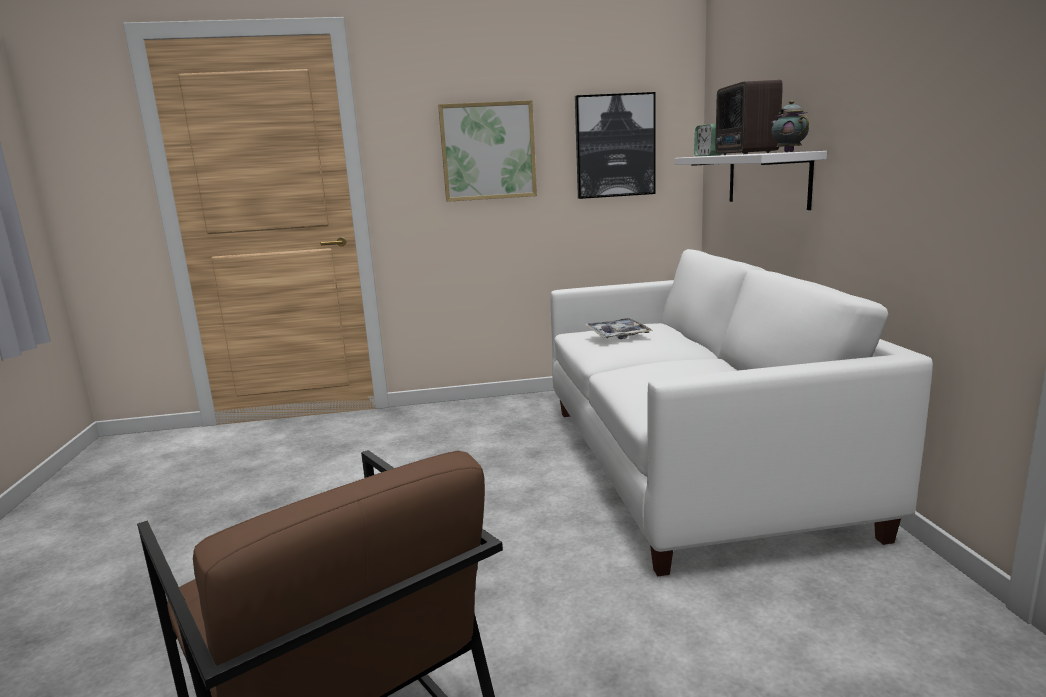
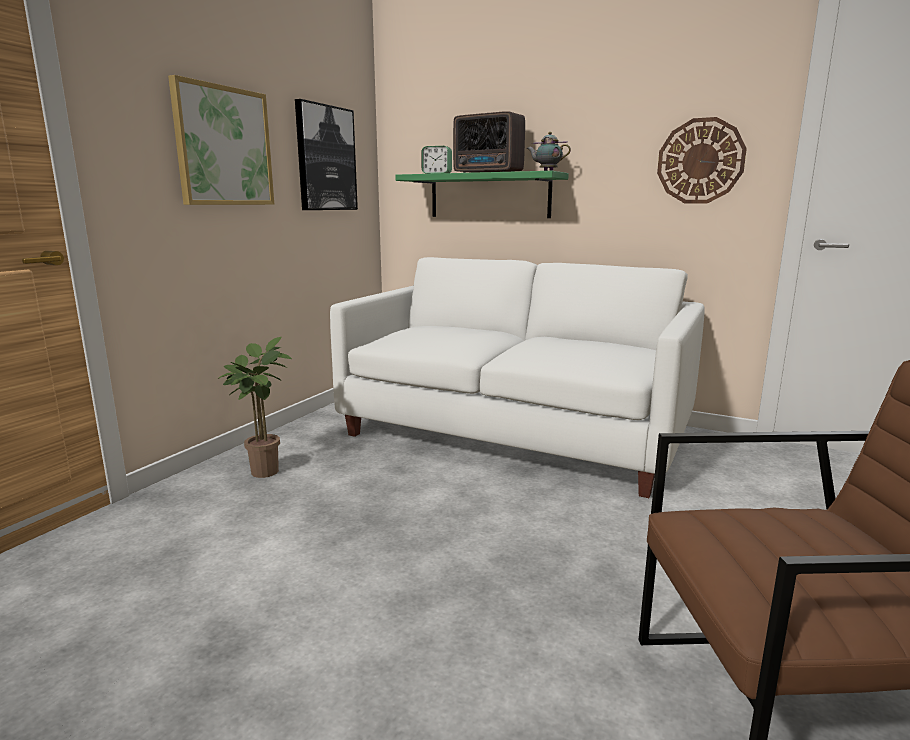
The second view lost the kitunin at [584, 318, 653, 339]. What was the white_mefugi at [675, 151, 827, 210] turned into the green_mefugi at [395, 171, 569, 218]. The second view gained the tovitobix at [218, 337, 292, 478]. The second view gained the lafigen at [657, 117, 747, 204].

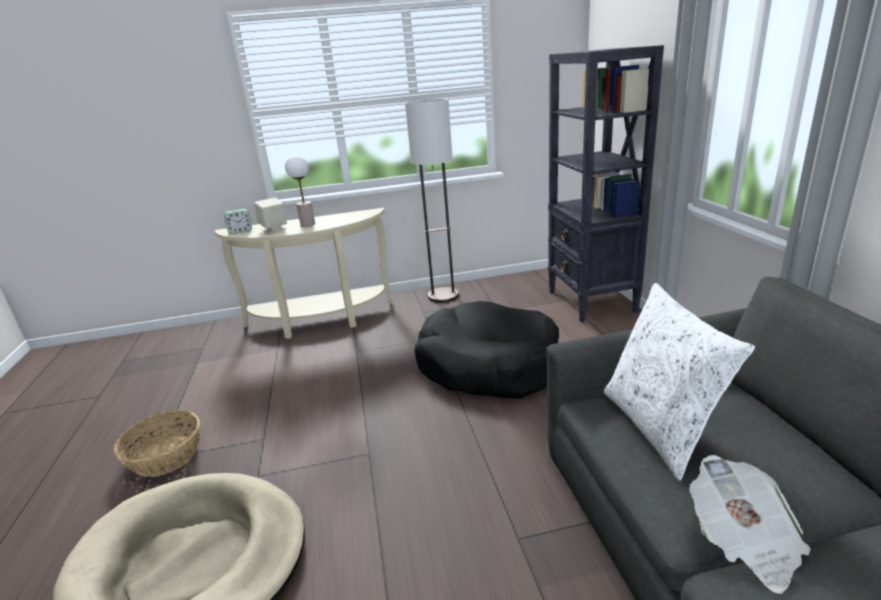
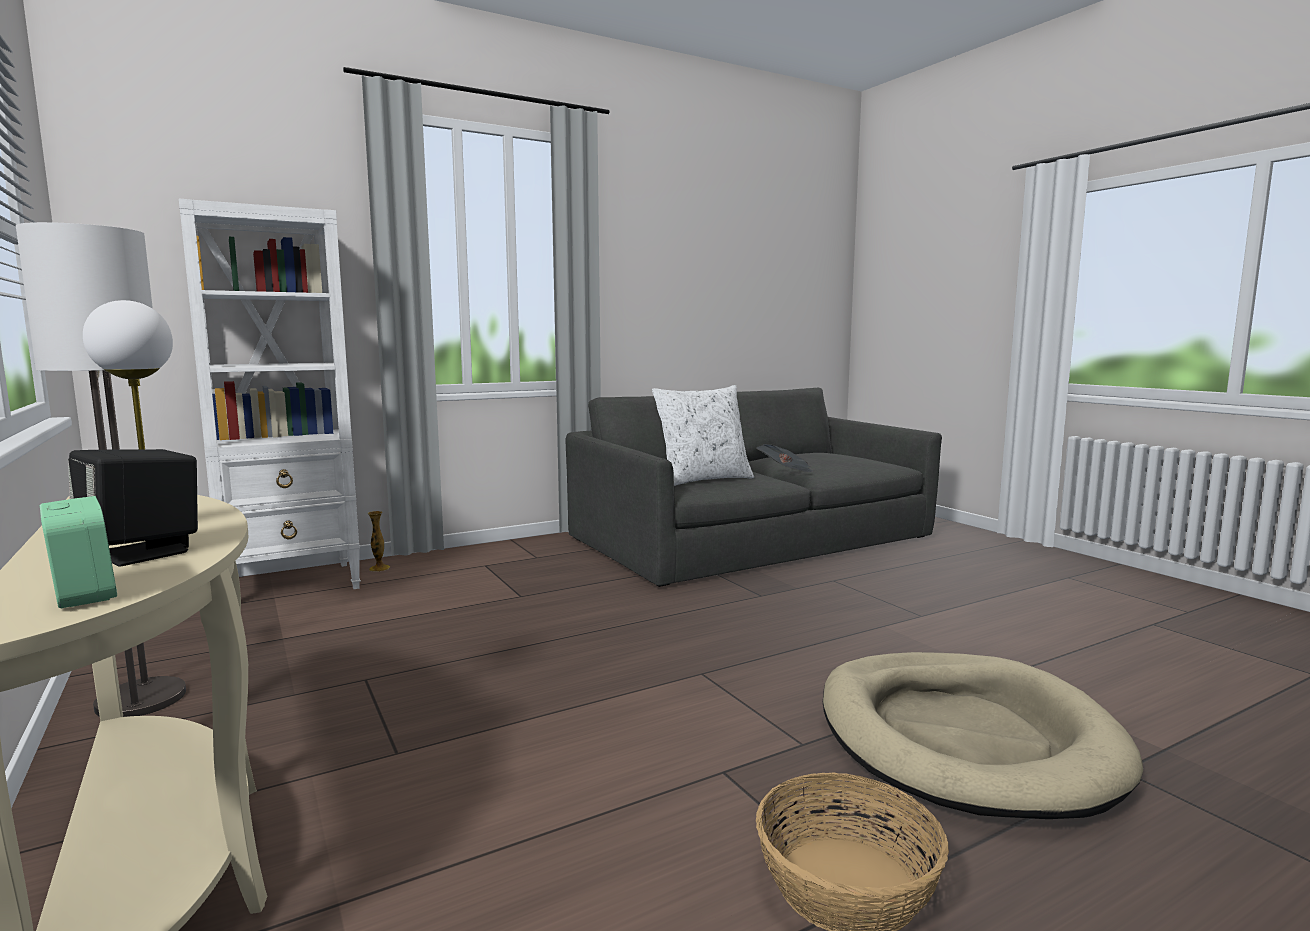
What was the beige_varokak at [254, 198, 287, 233] turned into the black_varokak at [68, 449, 198, 567]. The second view lost the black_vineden at [414, 301, 559, 399]. What was the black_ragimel at [548, 45, 664, 322] turned into the white_ragimel at [179, 199, 361, 589]. The second view gained the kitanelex at [368, 511, 390, 572].

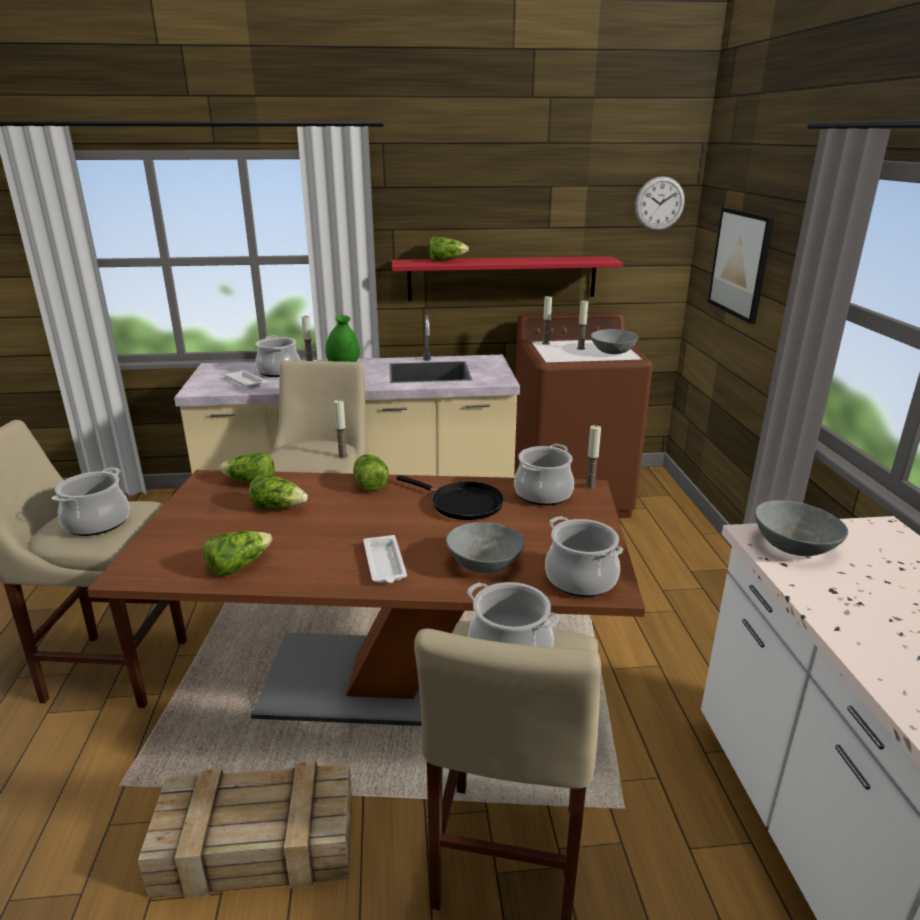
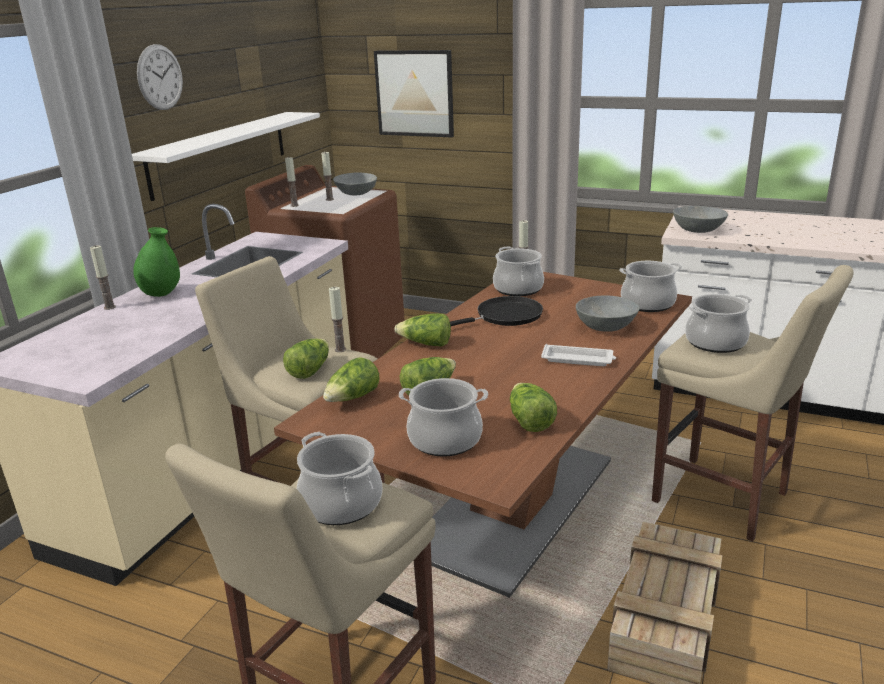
The second view lost the white_kitunin at [225, 370, 268, 389]. The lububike ended up elsewhere, having gone from [255, 335, 301, 377] to [399, 378, 488, 457]. What was the red_mefugi at [392, 256, 623, 301] turned into the white_mefugi at [132, 112, 320, 201]. The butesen ended up elsewhere, having gone from [428, 237, 469, 261] to [283, 339, 329, 379]. The lafigen ended up elsewhere, having gone from [635, 176, 685, 231] to [137, 44, 183, 110].

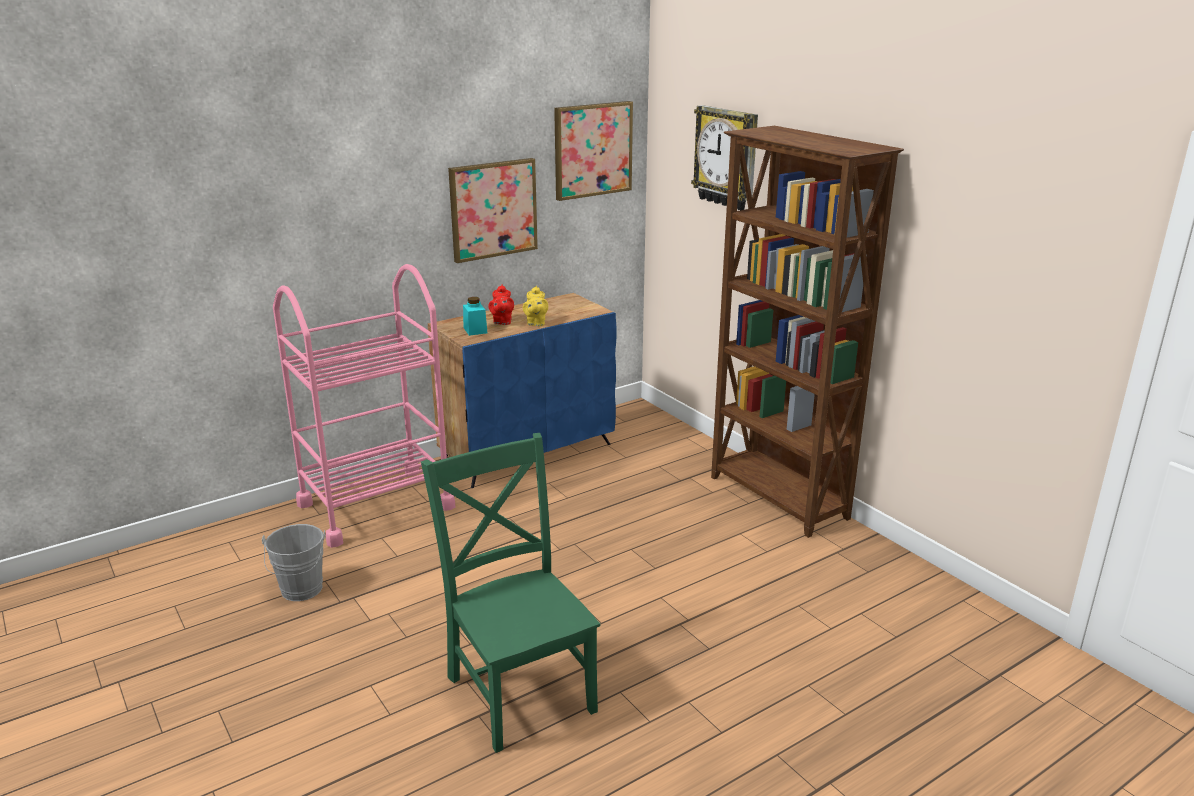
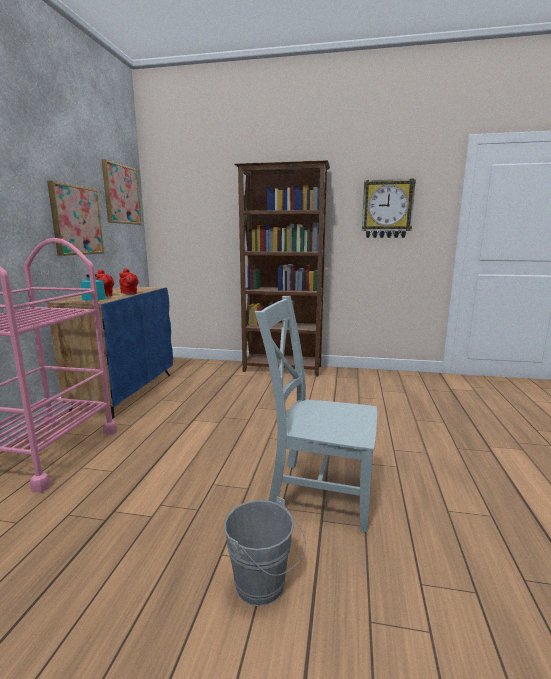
The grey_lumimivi ended up elsewhere, having gone from [262, 524, 326, 601] to [224, 496, 306, 606]. What was the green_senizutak at [421, 433, 600, 753] turned into the grey_senizutak at [255, 296, 377, 532]. What was the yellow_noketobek at [523, 286, 548, 326] turned into the red_noketobek at [119, 268, 139, 294]. The lafigen ended up elsewhere, having gone from [691, 105, 758, 210] to [362, 179, 416, 238].

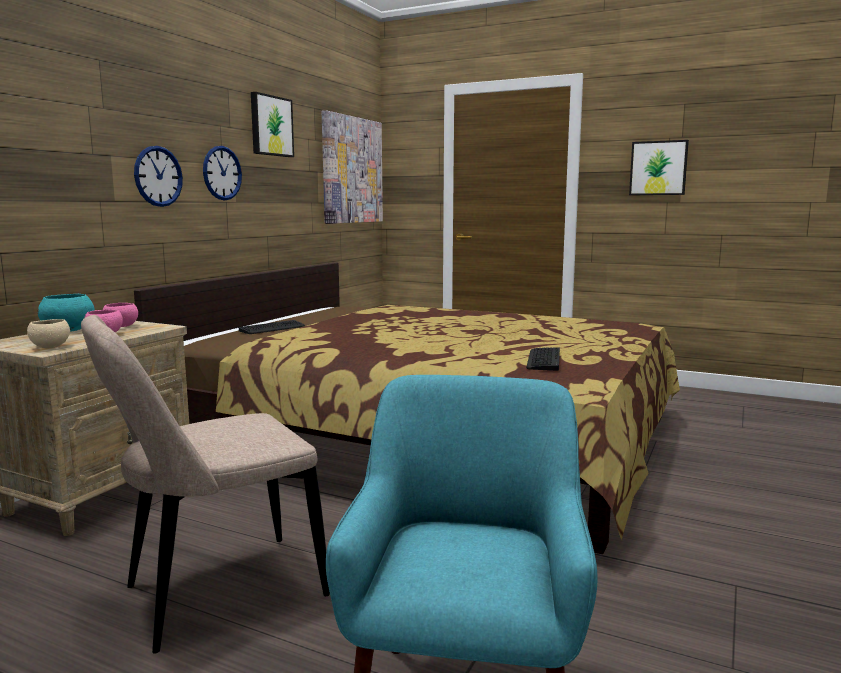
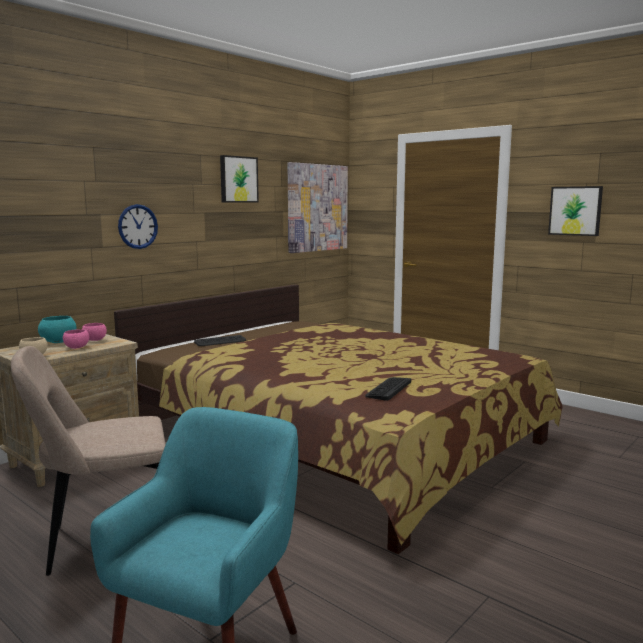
The second view lost the lafigen at [203, 146, 242, 200].

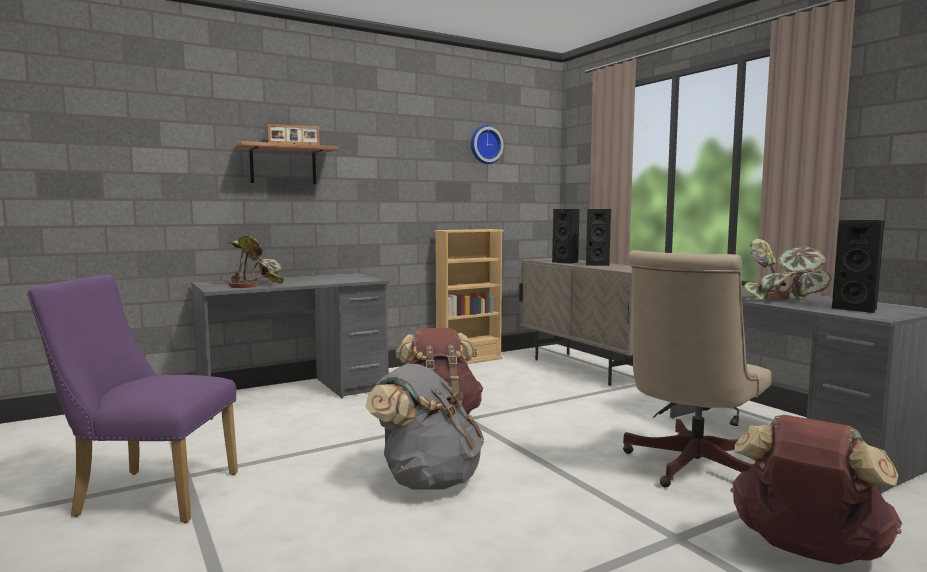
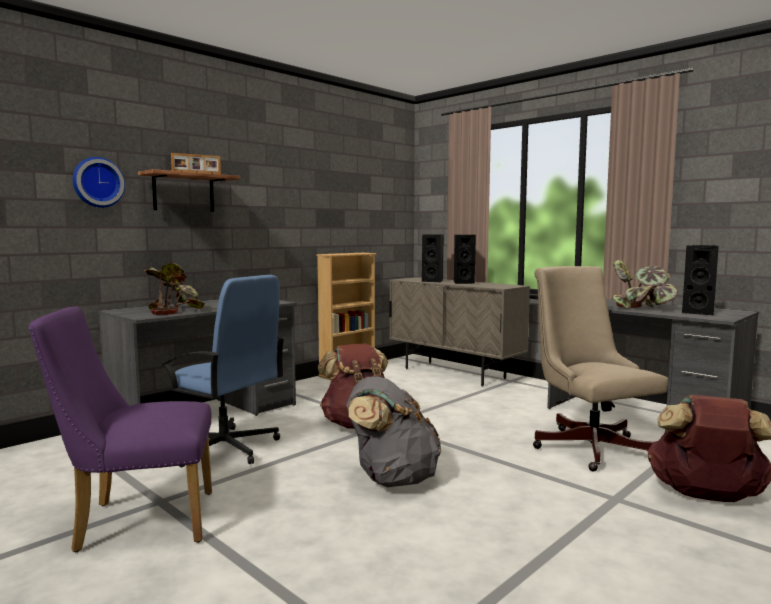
The lafigen ended up elsewhere, having gone from [471, 125, 504, 164] to [73, 157, 125, 208]. The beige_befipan at [623, 250, 772, 487] ended up facing another way, 135 degrees clockwise from before. The second view gained the blue_befipan at [162, 275, 285, 467].

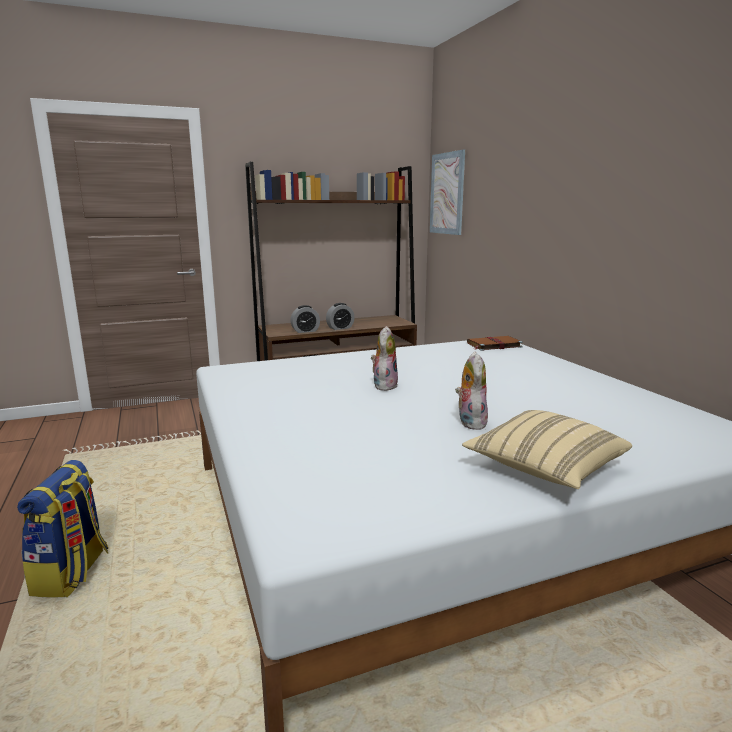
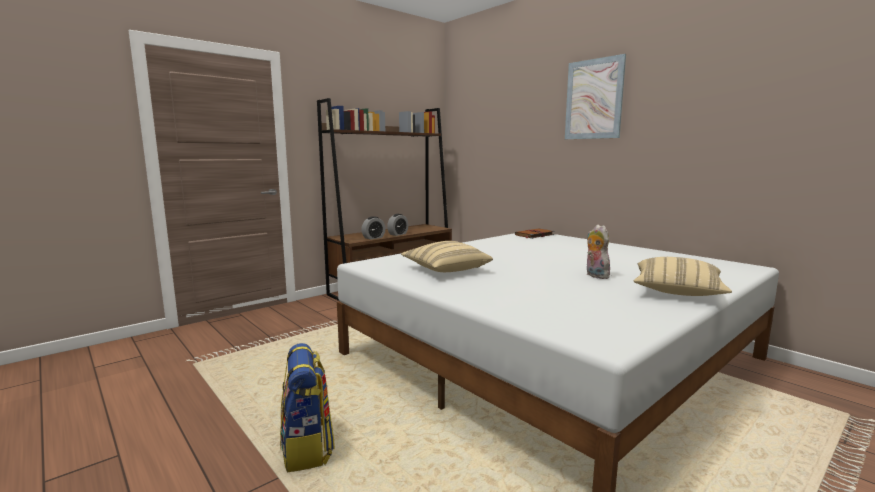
The second view lost the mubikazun at [371, 326, 398, 391]. The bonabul ended up elsewhere, having gone from [430, 150, 465, 235] to [565, 54, 626, 139]. The second view gained the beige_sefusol at [401, 241, 493, 272].

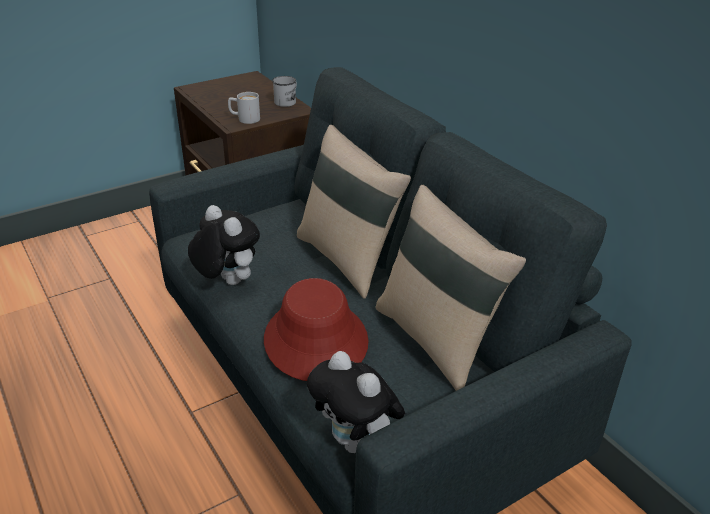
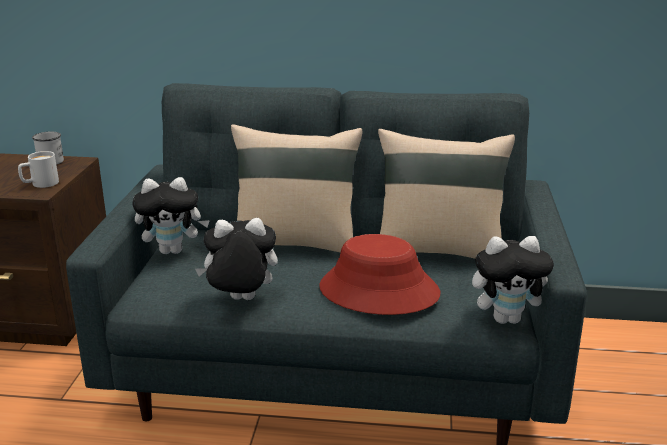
The second view gained the mubikazun at [132, 177, 210, 254].

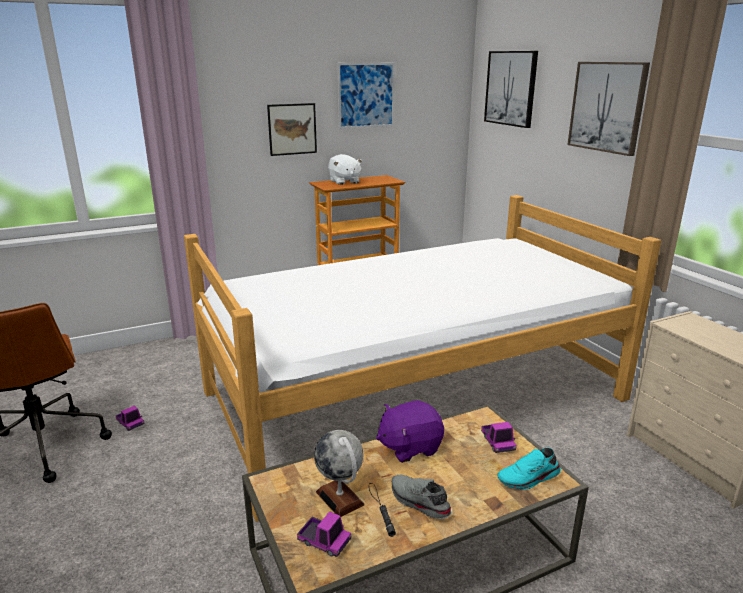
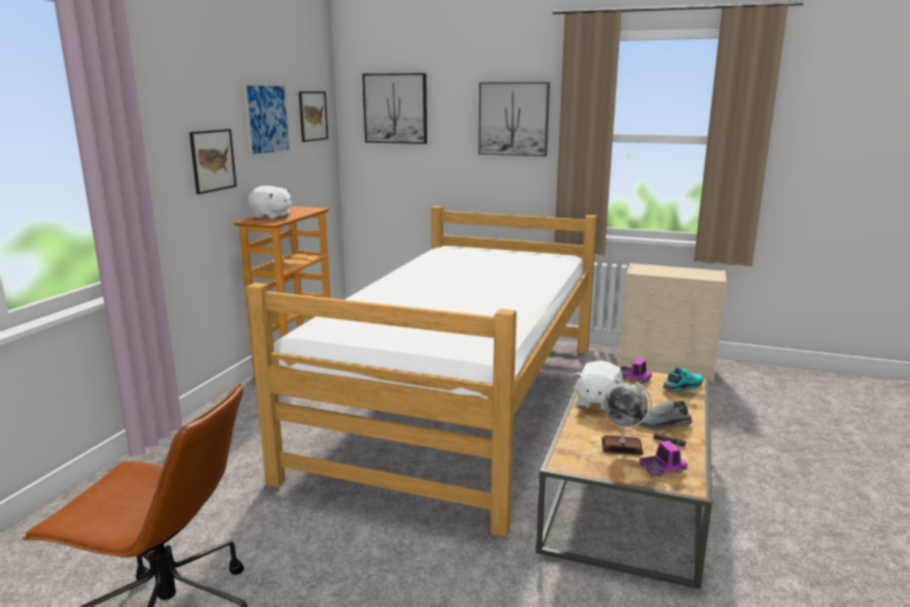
The second view lost the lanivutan at [116, 406, 144, 431]. What was the purple_mubikazun at [376, 400, 444, 463] turned into the white_mubikazun at [573, 361, 624, 412]. The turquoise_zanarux at [497, 448, 561, 490] ended up facing another way, 150 degrees counterclockwise from before. The second view gained the bonabul at [299, 92, 328, 142].

